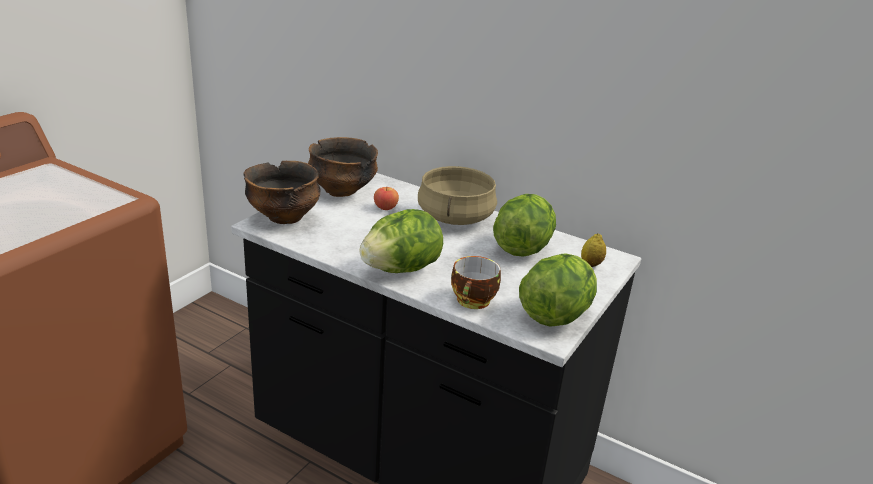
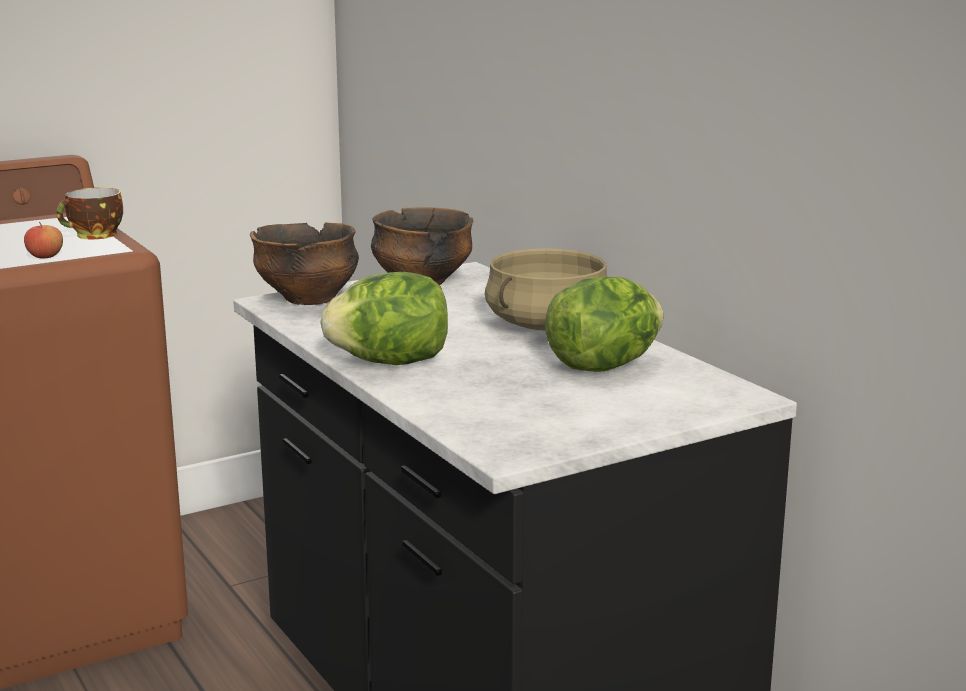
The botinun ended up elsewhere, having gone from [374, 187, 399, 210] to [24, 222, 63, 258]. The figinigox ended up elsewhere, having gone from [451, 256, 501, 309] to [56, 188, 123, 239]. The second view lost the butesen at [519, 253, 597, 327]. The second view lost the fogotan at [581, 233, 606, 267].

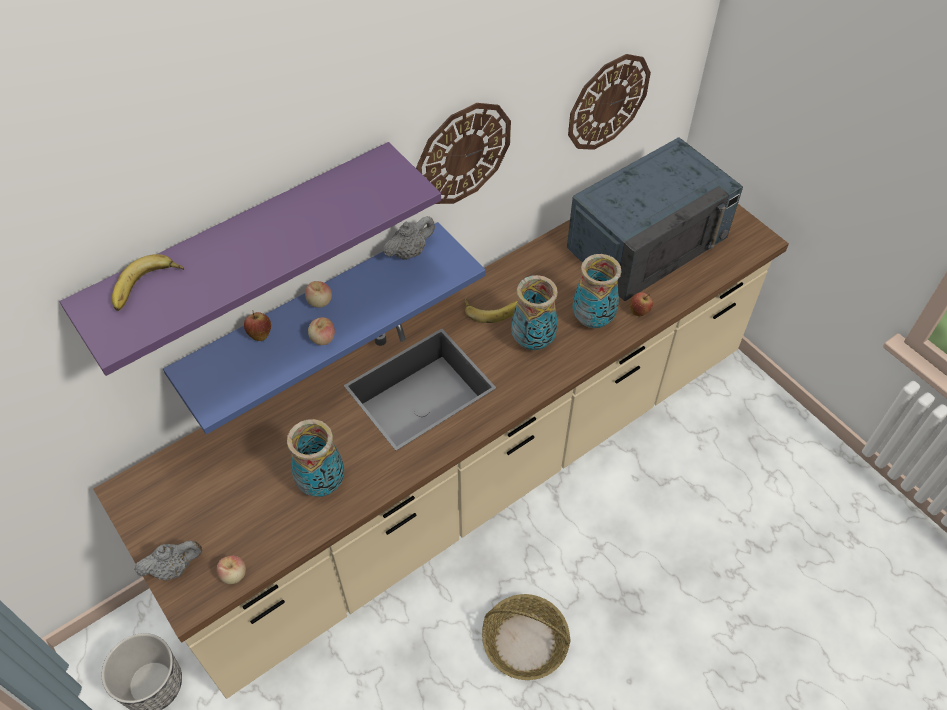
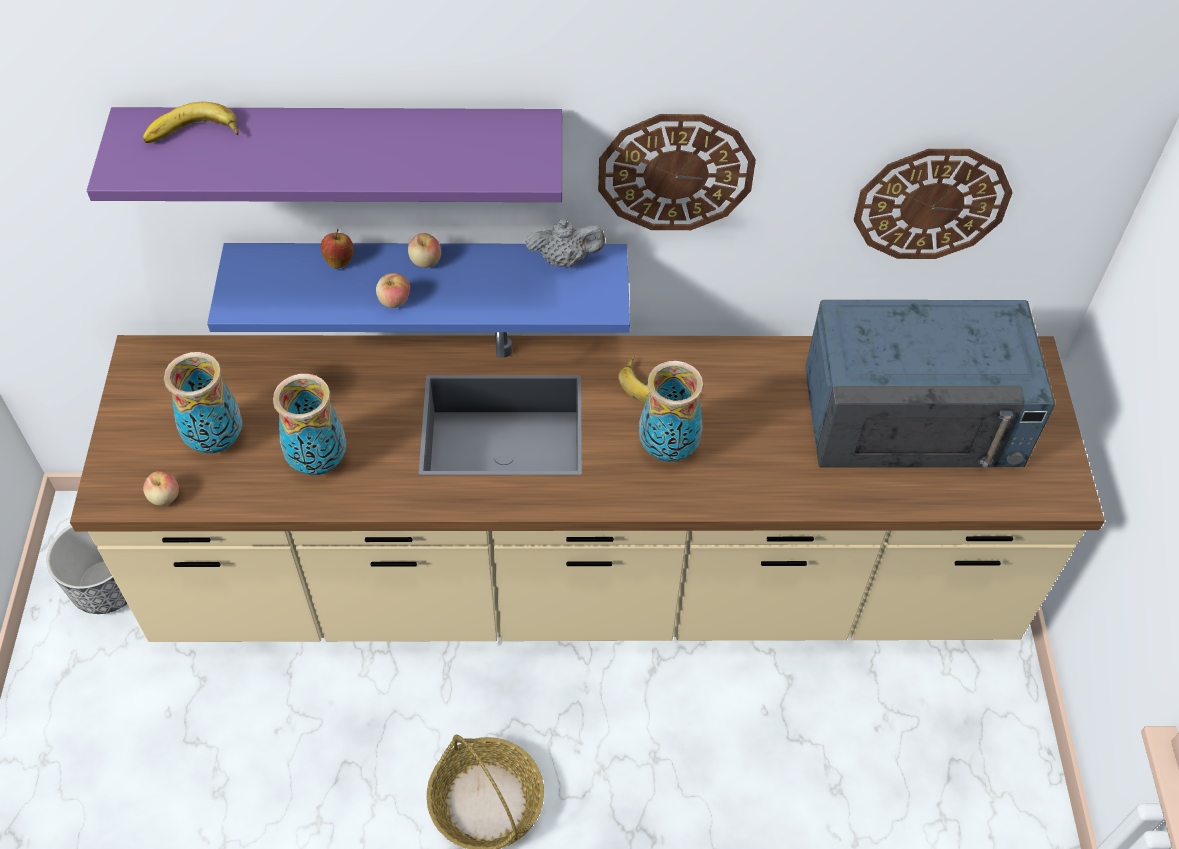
The second view lost the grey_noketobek at [134, 540, 202, 580]. The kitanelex ended up elsewhere, having gone from [572, 254, 622, 328] to [164, 352, 243, 453]. The second view lost the botinun at [630, 292, 653, 316].

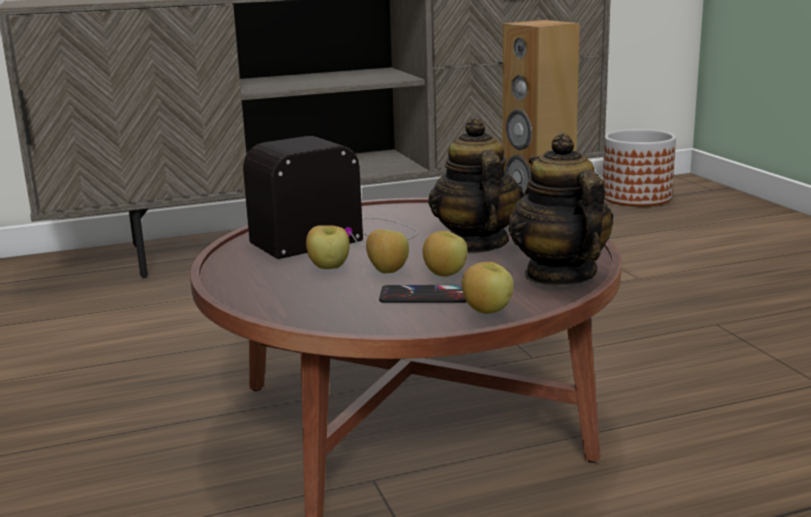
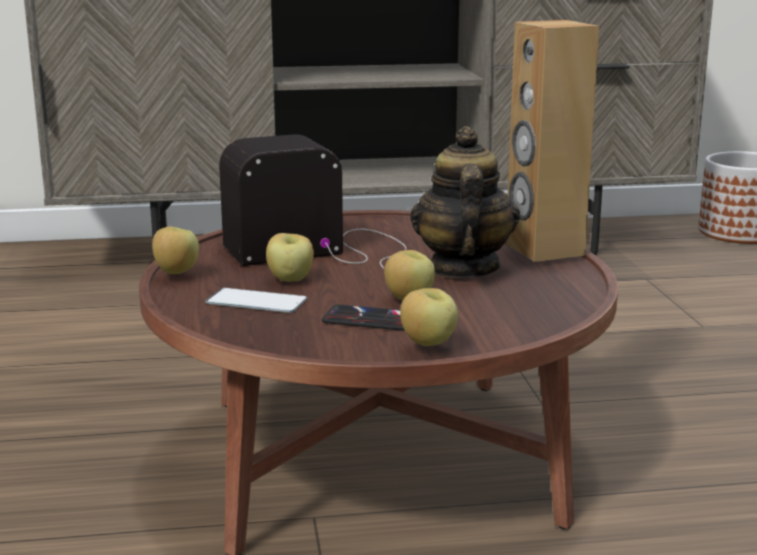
The botinun ended up elsewhere, having gone from [366, 229, 409, 273] to [152, 226, 199, 274]. The second view lost the noketobek at [509, 133, 614, 286]. The second view gained the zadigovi at [206, 288, 307, 313].

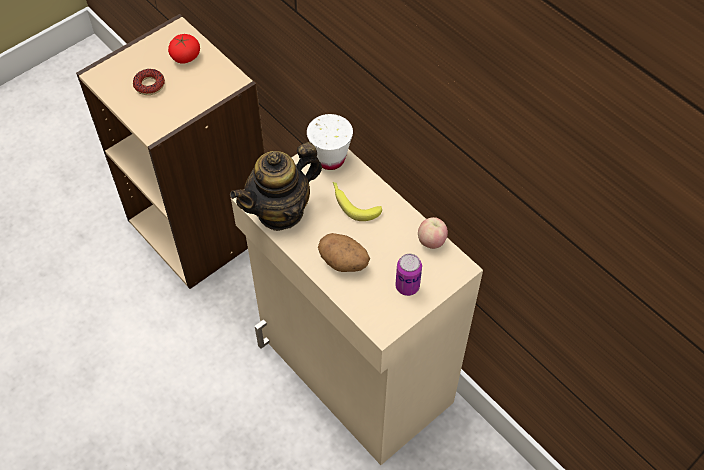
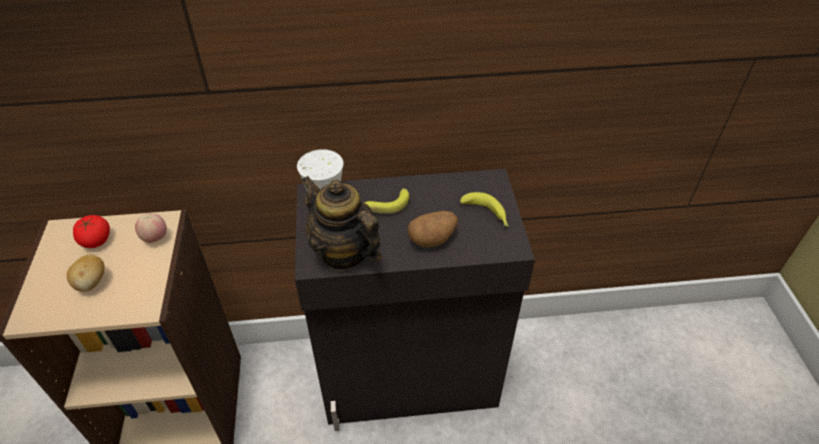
Where the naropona stood at [133, 69, 165, 95], the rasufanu came to stand at [67, 255, 104, 292]. The noketobek at [230, 142, 322, 231] ended up facing another way, 135 degrees clockwise from before. What was the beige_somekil at [231, 149, 483, 465] turned into the black_somekil at [295, 169, 535, 431]. Where the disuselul stood at [395, 254, 422, 296], the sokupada came to stand at [460, 192, 508, 226]. The botinun ended up elsewhere, having gone from [418, 217, 448, 249] to [135, 213, 167, 243].

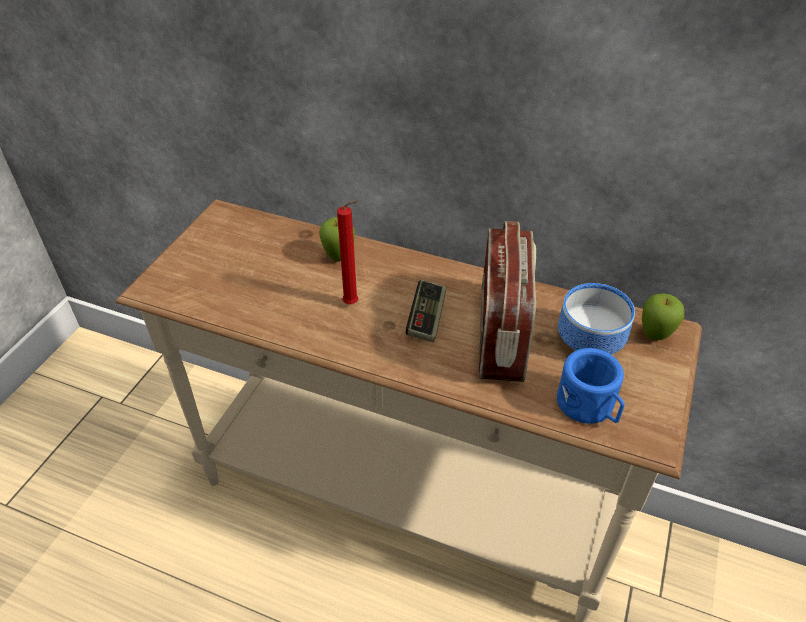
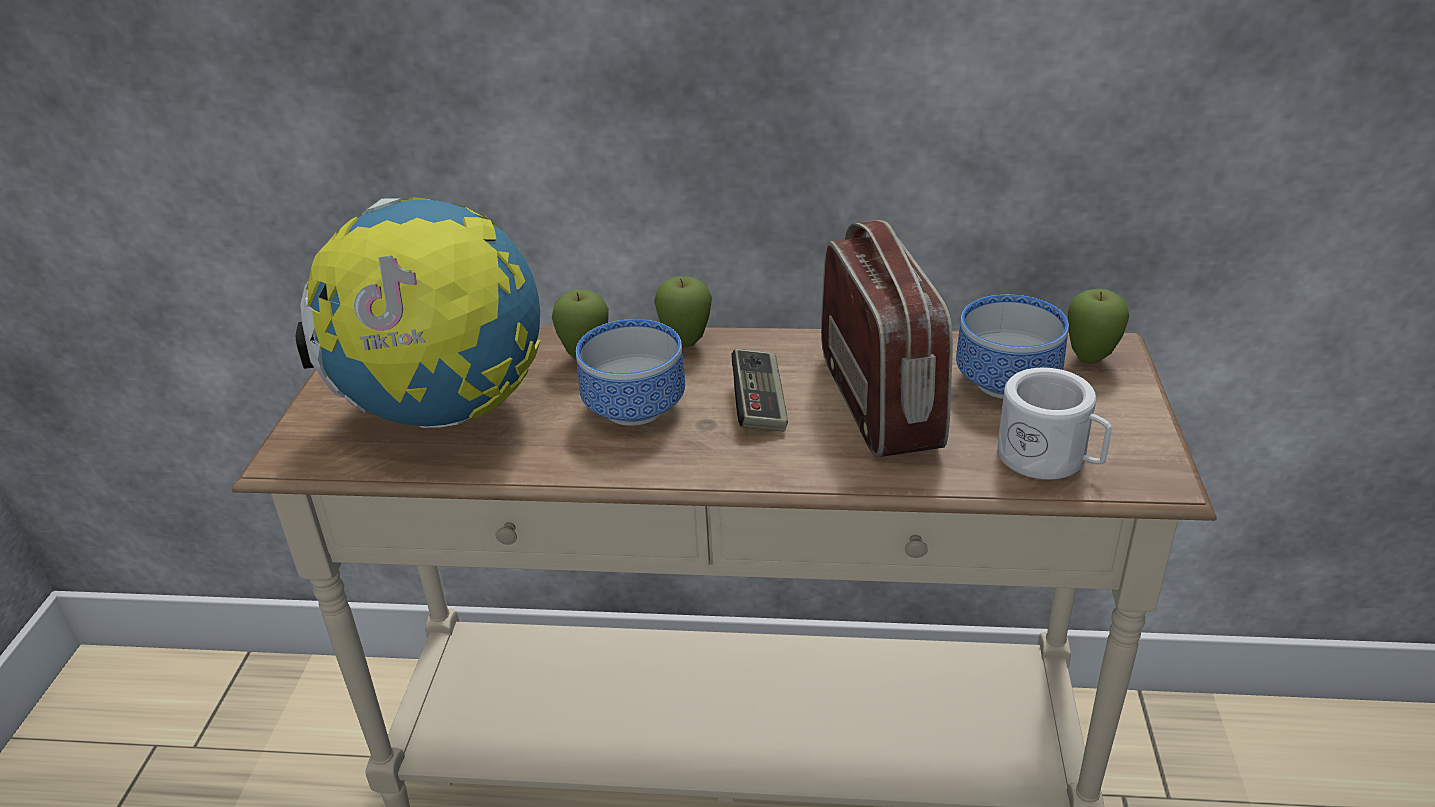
Where the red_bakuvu stood at [337, 200, 359, 304], the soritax came to stand at [576, 319, 685, 426]. What was the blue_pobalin at [557, 348, 625, 424] turned into the white_pobalin at [997, 367, 1112, 480]. The second view gained the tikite at [296, 197, 540, 428]. The second view gained the botinun at [654, 276, 712, 347].

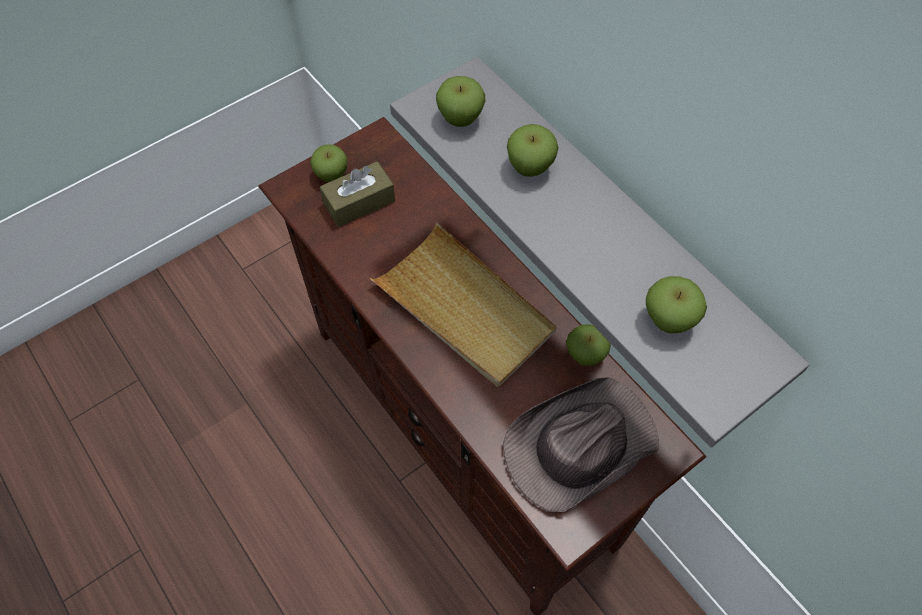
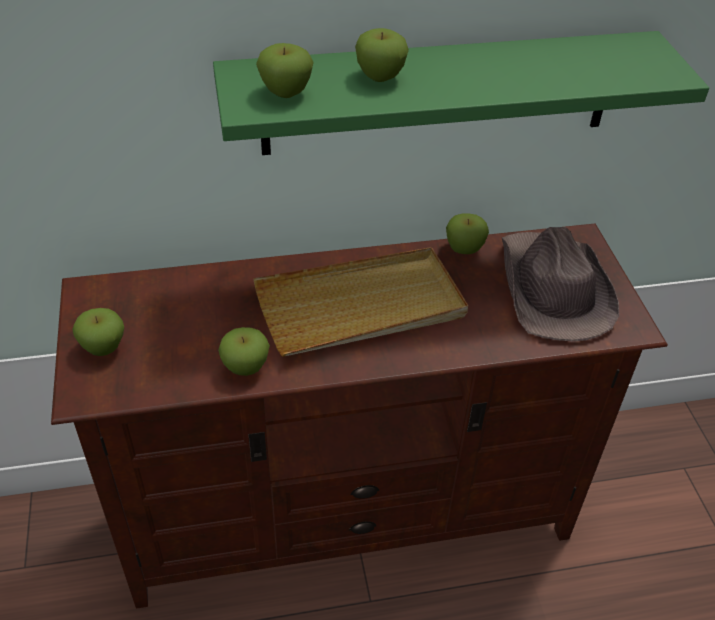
The second view lost the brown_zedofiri at [320, 161, 395, 227]. What was the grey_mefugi at [390, 57, 810, 447] turned into the green_mefugi at [213, 31, 709, 155]. The botinun ended up elsewhere, having gone from [646, 276, 707, 333] to [218, 327, 270, 376].

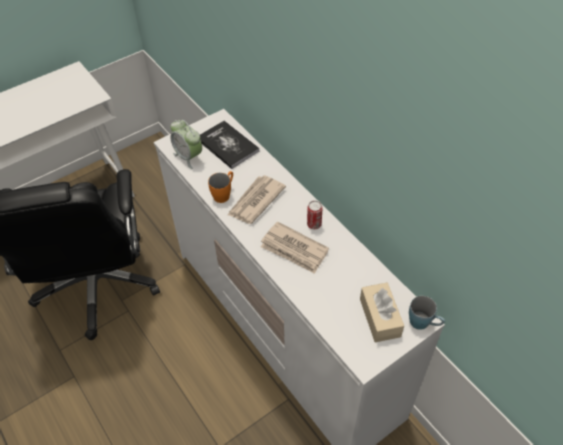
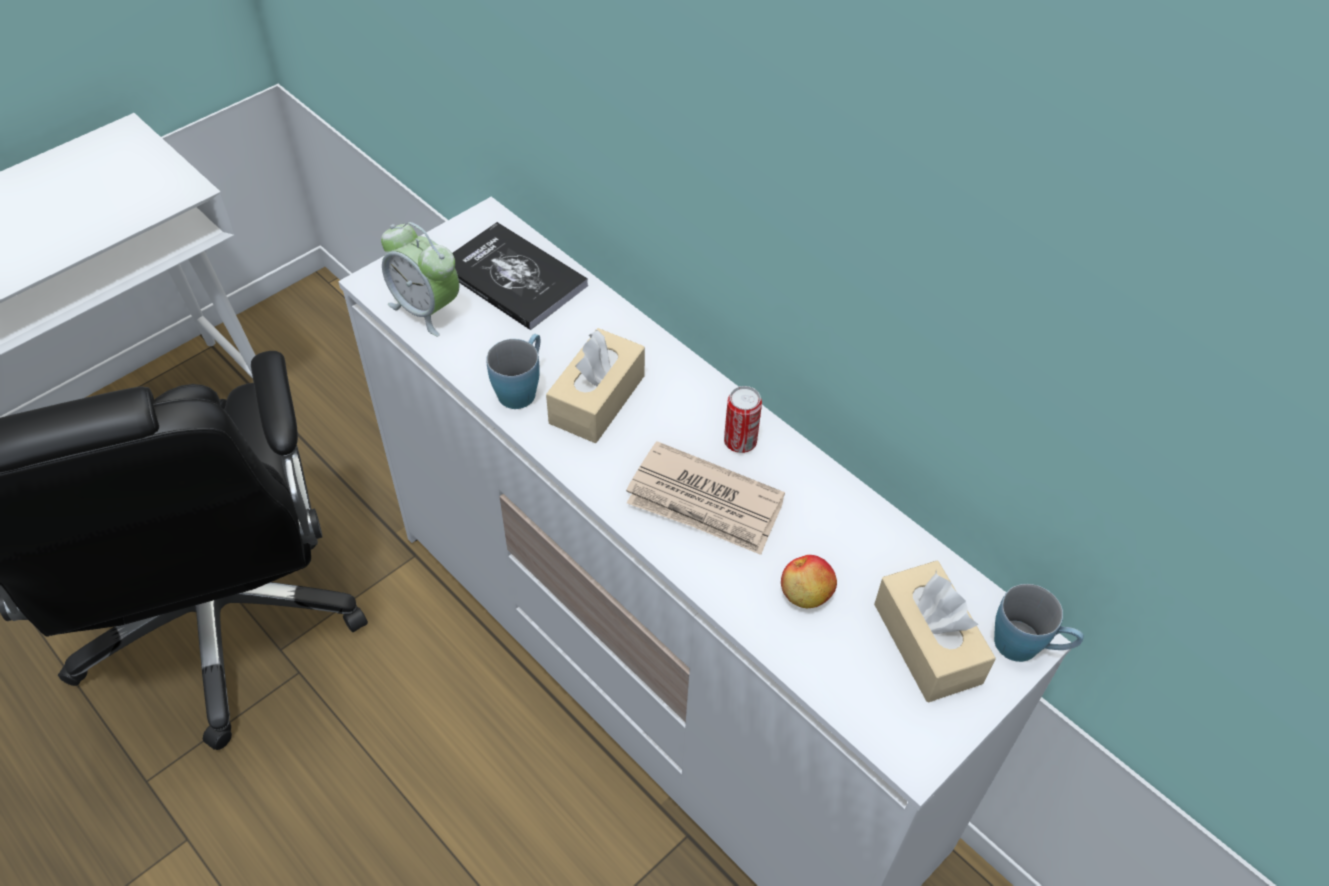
What was the orange_pobalin at [208, 171, 233, 203] turned into the blue_pobalin at [486, 334, 540, 409]. Where the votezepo stood at [228, 175, 286, 224], the beige_zedofiri came to stand at [546, 328, 645, 443]. The second view gained the botinun at [781, 555, 837, 608].

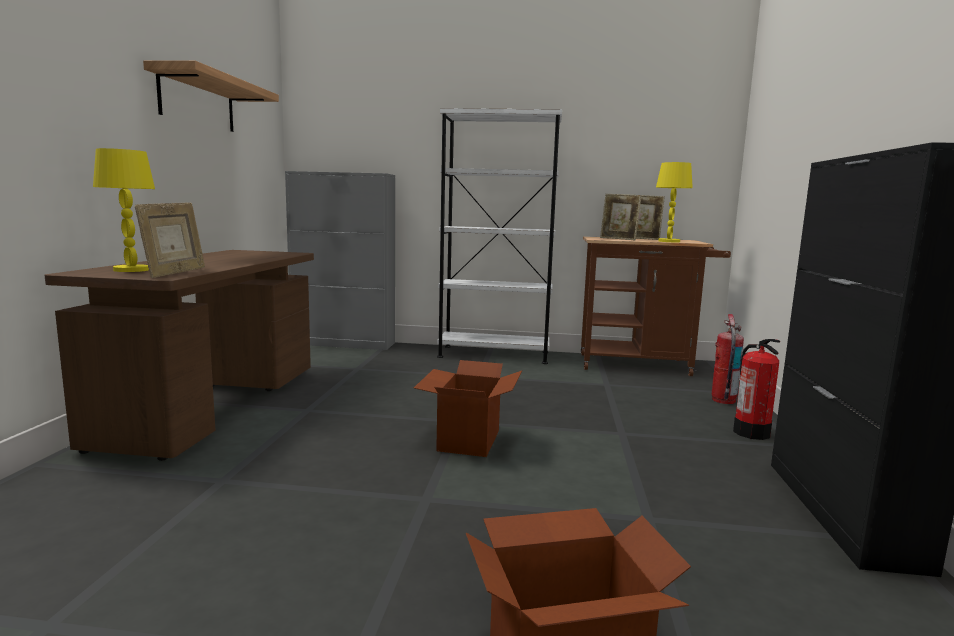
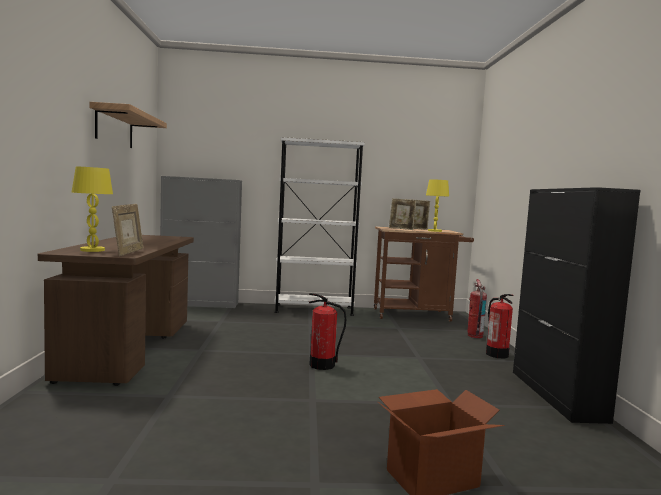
Where the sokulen stood at [414, 360, 522, 457], the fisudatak came to stand at [309, 293, 347, 370].

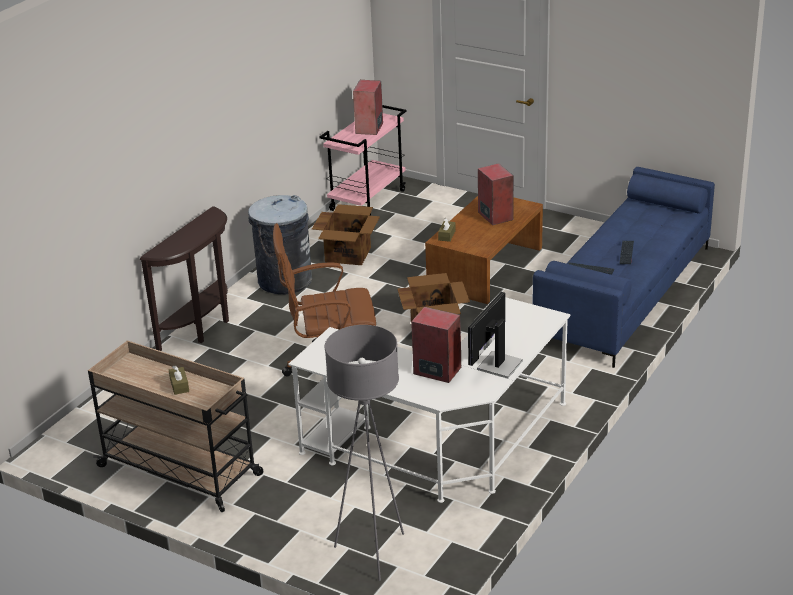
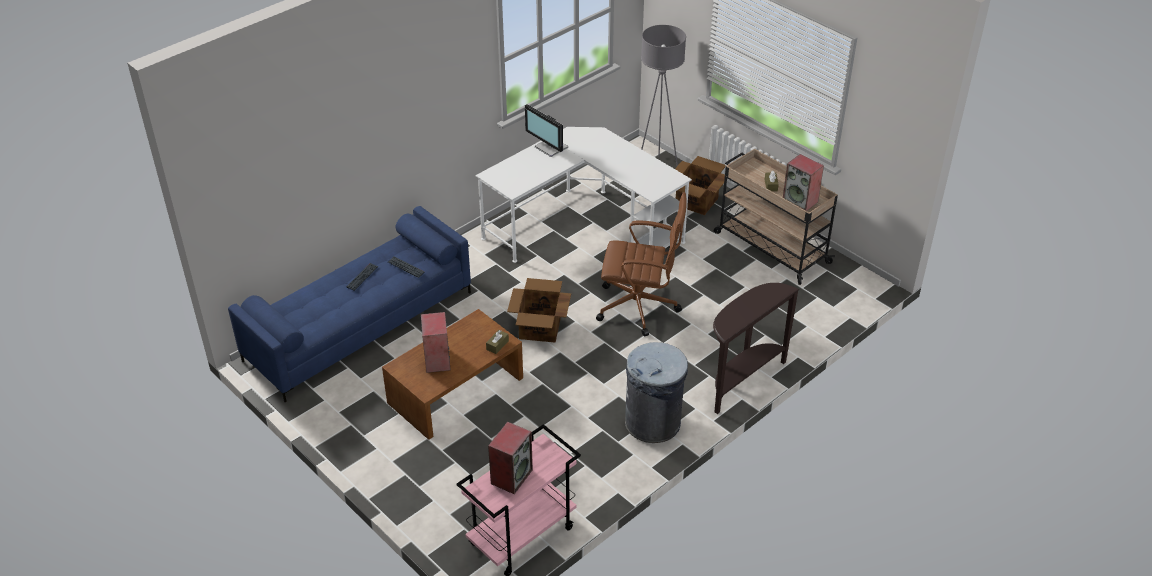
The sokulen ended up elsewhere, having gone from [312, 204, 380, 265] to [675, 156, 728, 215]. The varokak ended up elsewhere, having gone from [411, 307, 461, 383] to [783, 154, 824, 211]. The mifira at [468, 292, 523, 379] ended up facing another way, 90 degrees clockwise from before.

